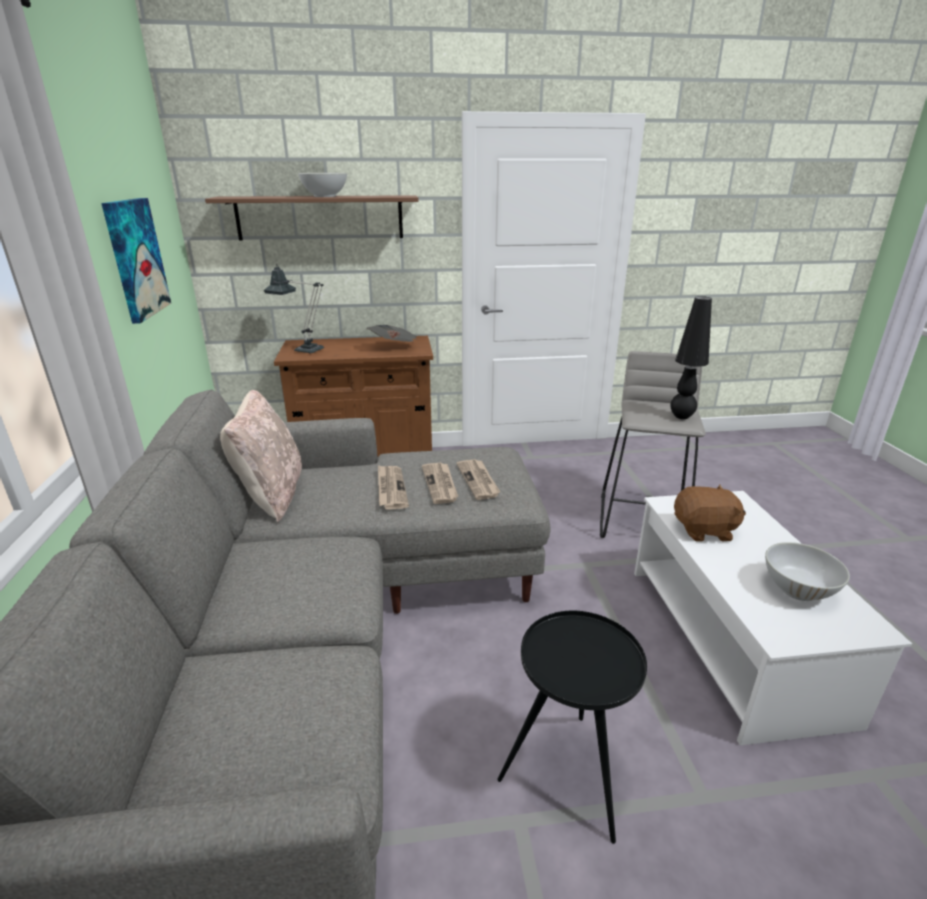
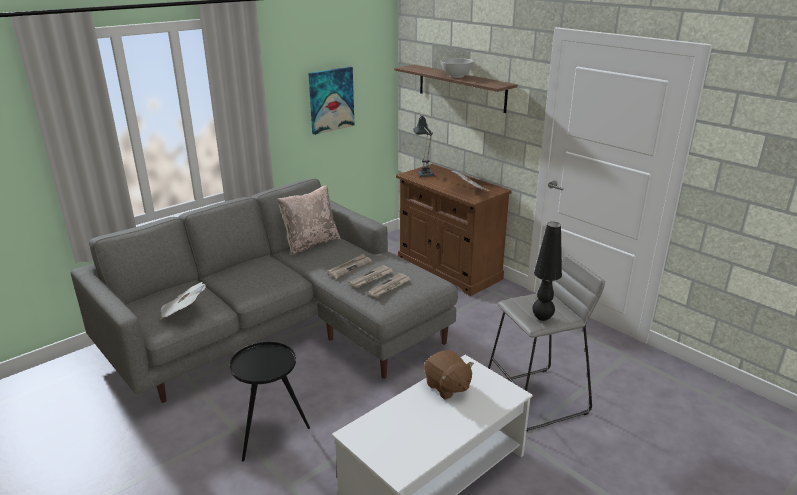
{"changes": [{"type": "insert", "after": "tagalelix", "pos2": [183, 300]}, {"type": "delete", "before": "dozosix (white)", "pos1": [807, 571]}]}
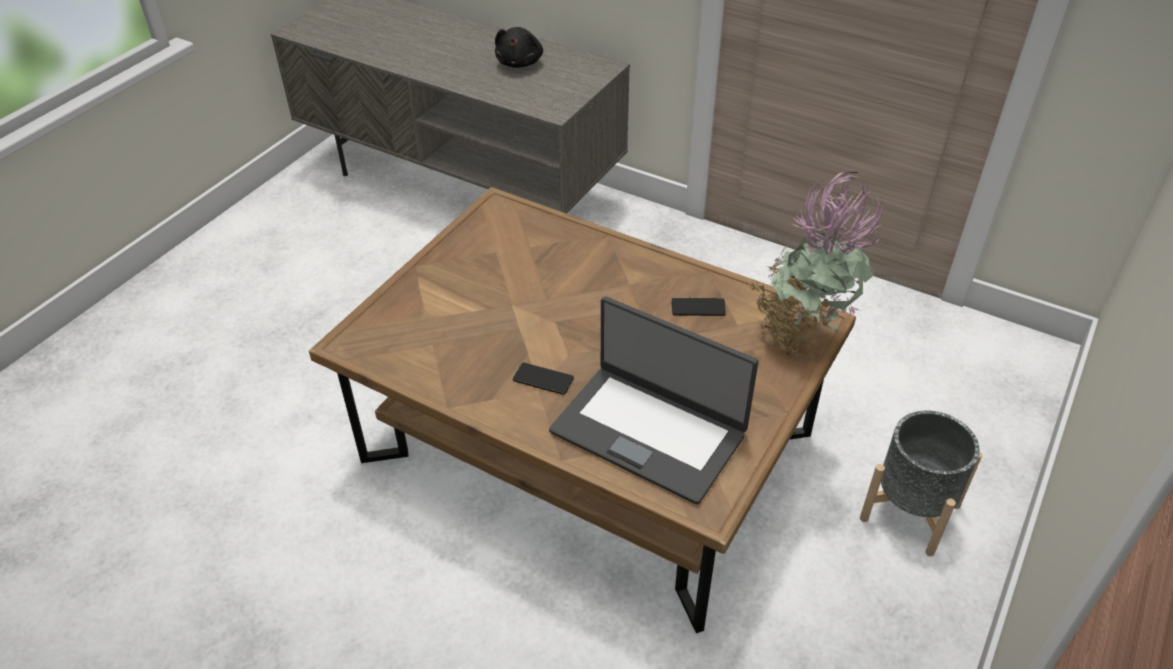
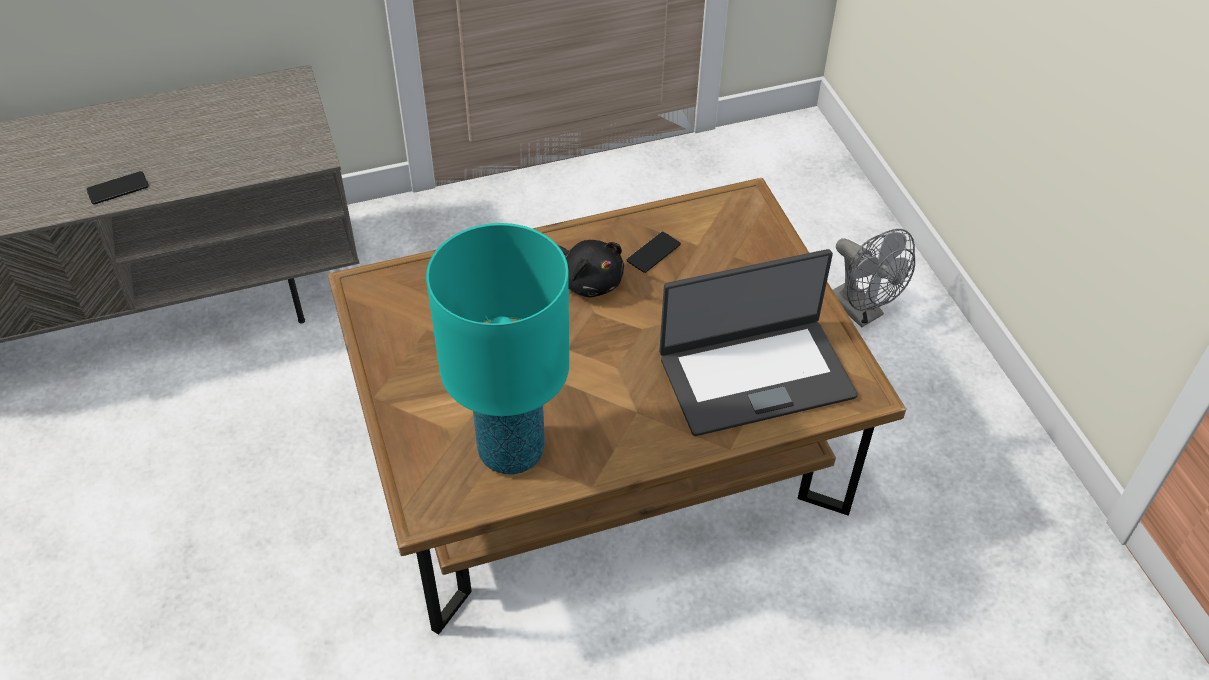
{"changes": [{"type": "move", "before": "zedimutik", "pos1": [543, 379], "pos2": [117, 187]}, {"type": "insert", "after": "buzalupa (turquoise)", "pos2": [497, 348]}, {"type": "move", "before": "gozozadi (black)", "pos1": [519, 47], "pos2": [591, 268]}, {"type": "replace", "before": "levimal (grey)", "after": "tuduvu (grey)", "pos1": [921, 483], "pos2": [874, 278]}, {"type": "delete", "before": "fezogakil", "pos1": [815, 264]}]}
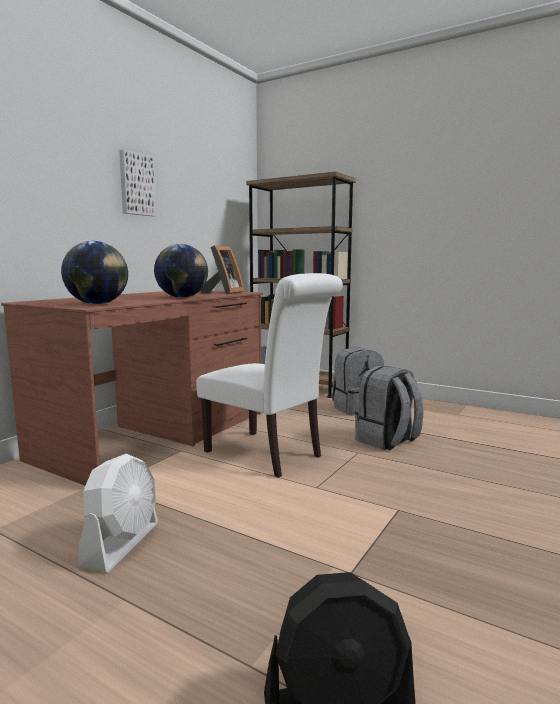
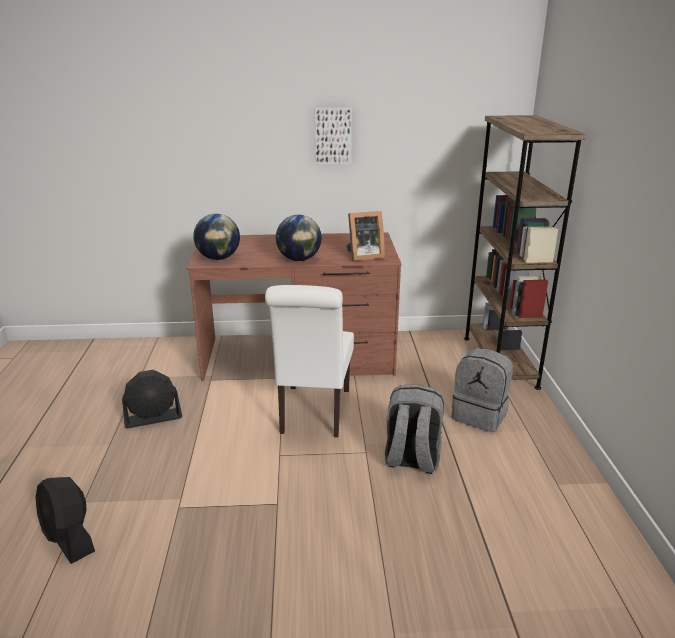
{"changes": [{"type": "recolor", "before": "tuduvu (white)", "after": "tuduvu (black)", "pos1": [118, 513], "pos2": [152, 399]}]}
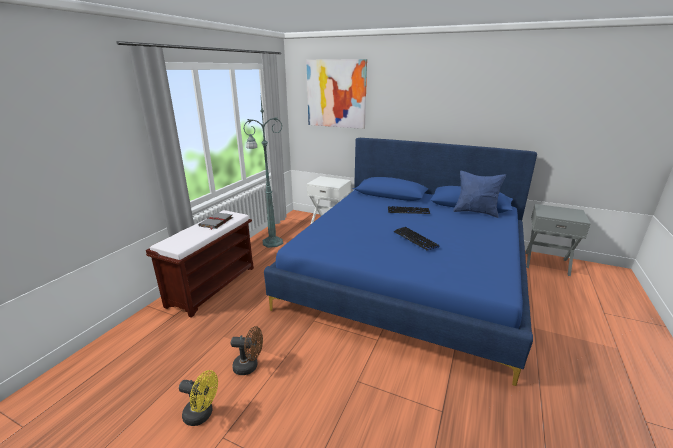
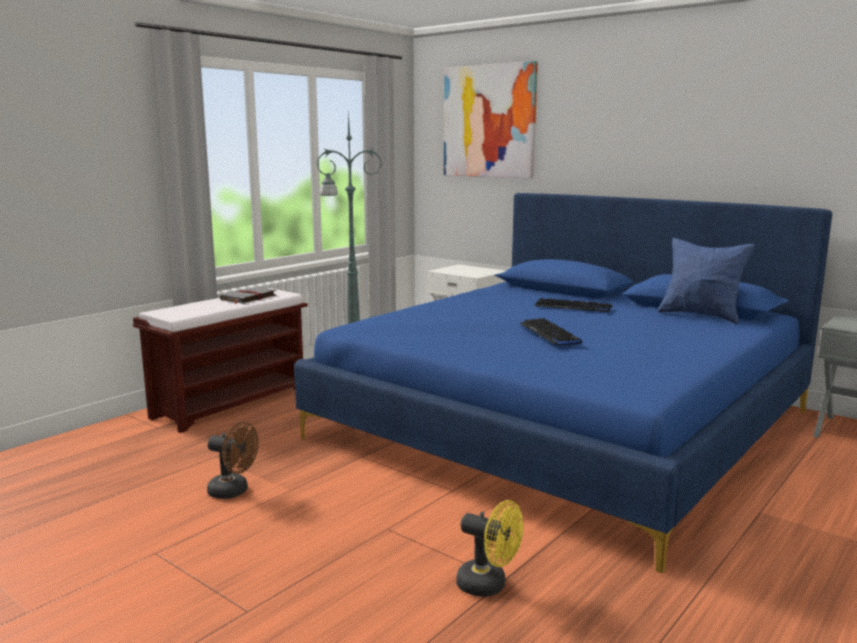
{"changes": [{"type": "move", "before": "tuduvu (yellow)", "pos1": [198, 398], "pos2": [489, 548]}]}
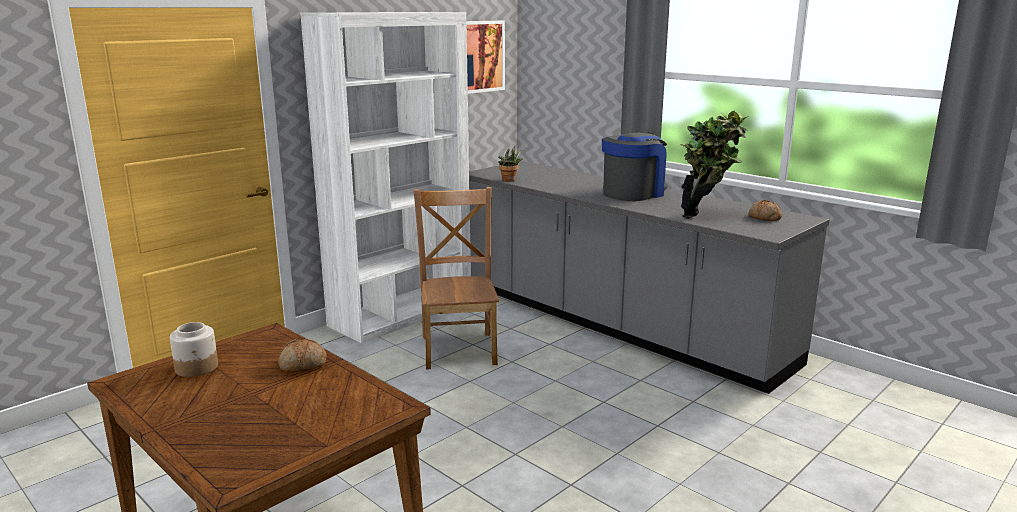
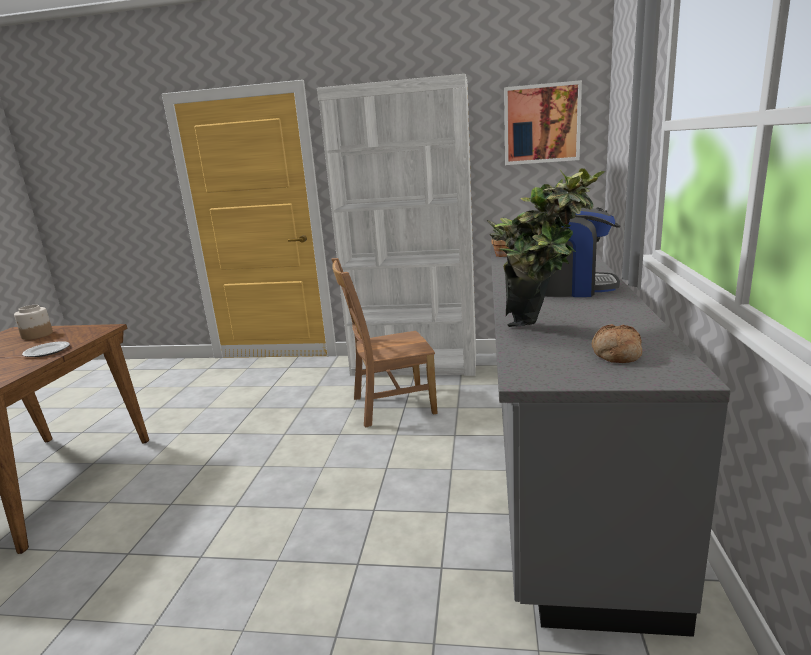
{"changes": [{"type": "replace", "before": "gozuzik", "after": "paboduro", "pos1": [302, 355], "pos2": [46, 349]}, {"type": "rotate", "before": "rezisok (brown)", "pos1": [456, 278], "pos2": [384, 343], "turn": -150}]}
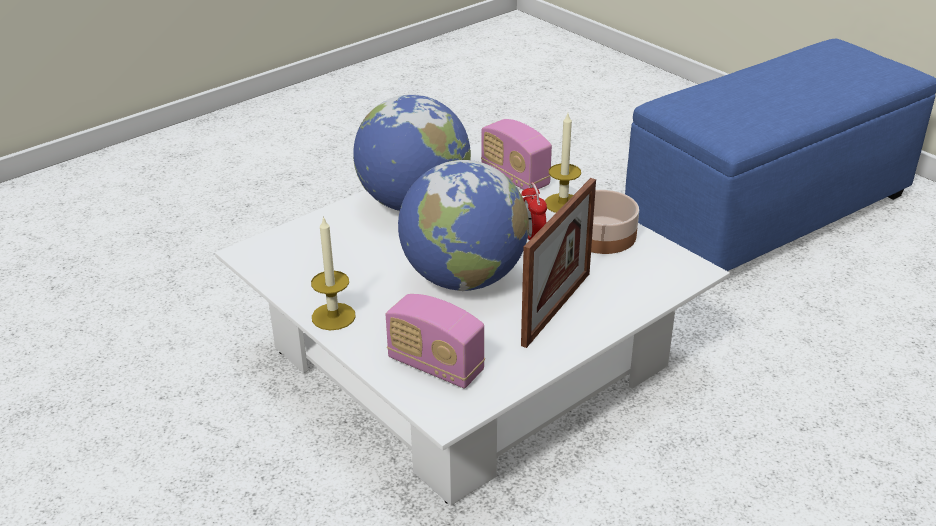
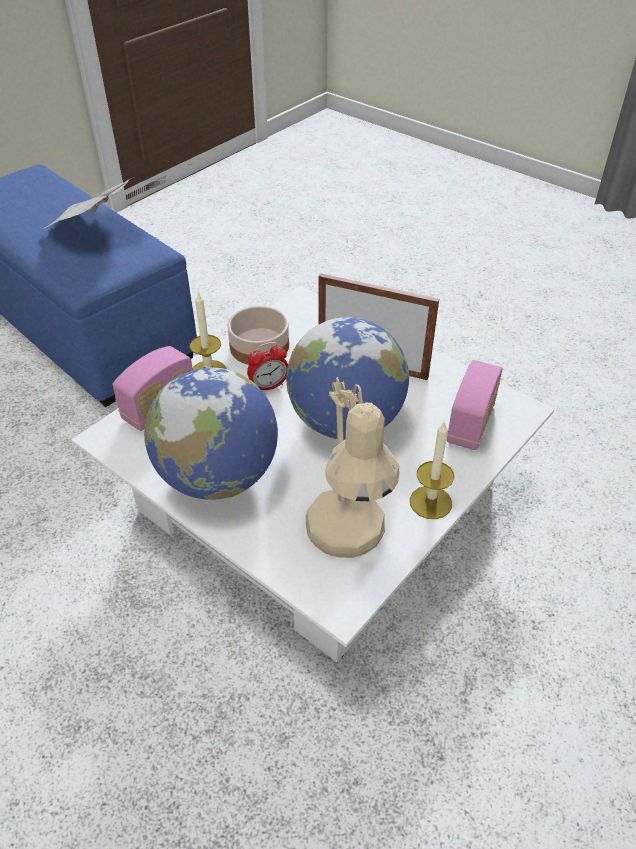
{"changes": [{"type": "insert", "after": "tagalelix", "pos2": [88, 203]}, {"type": "insert", "after": "buzalupa (beige)", "pos2": [352, 467]}]}
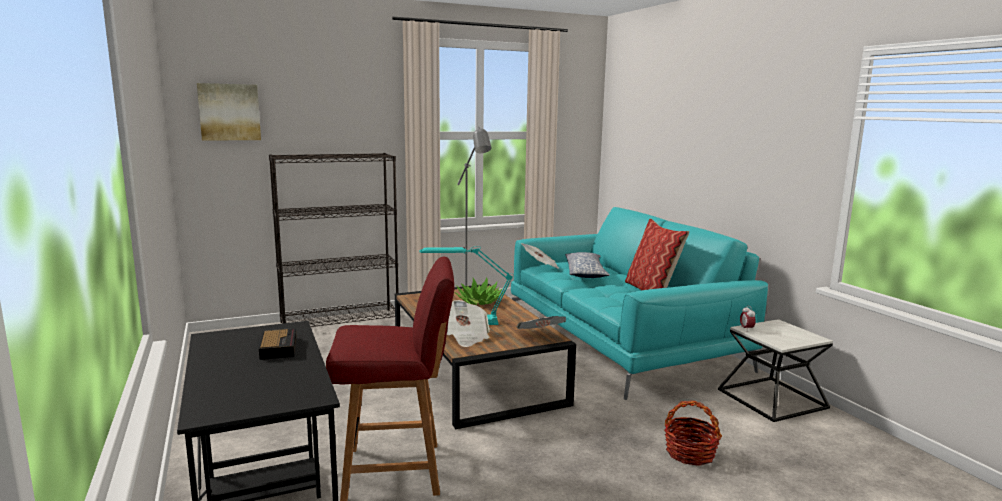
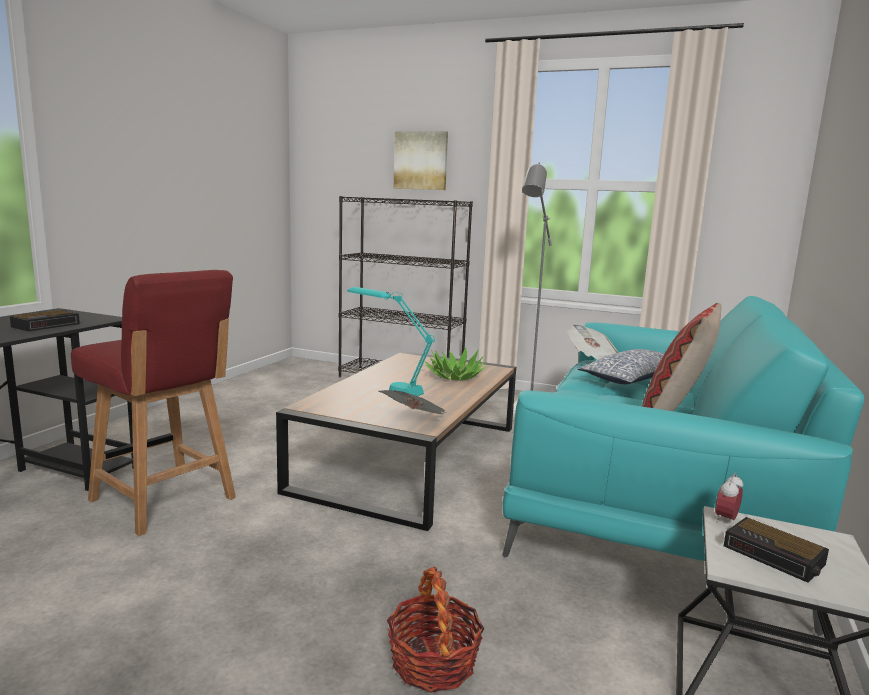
{"changes": [{"type": "move", "before": "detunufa", "pos1": [229, 112], "pos2": [421, 160]}, {"type": "insert", "after": "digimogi", "pos2": [776, 550]}, {"type": "delete", "before": "tagalelix", "pos1": [468, 323]}]}
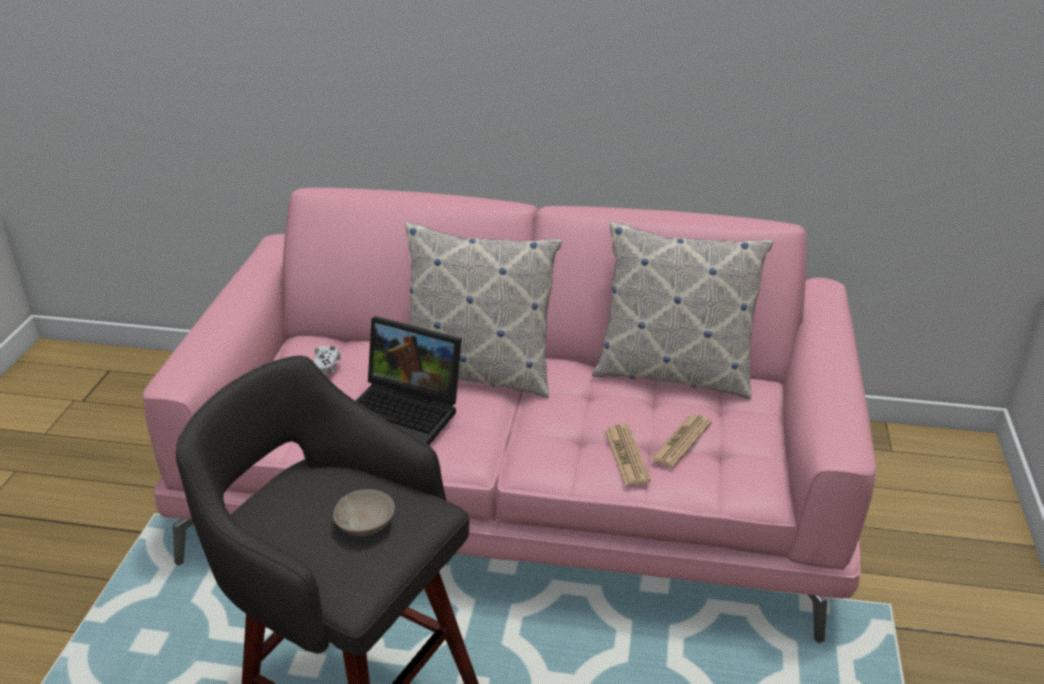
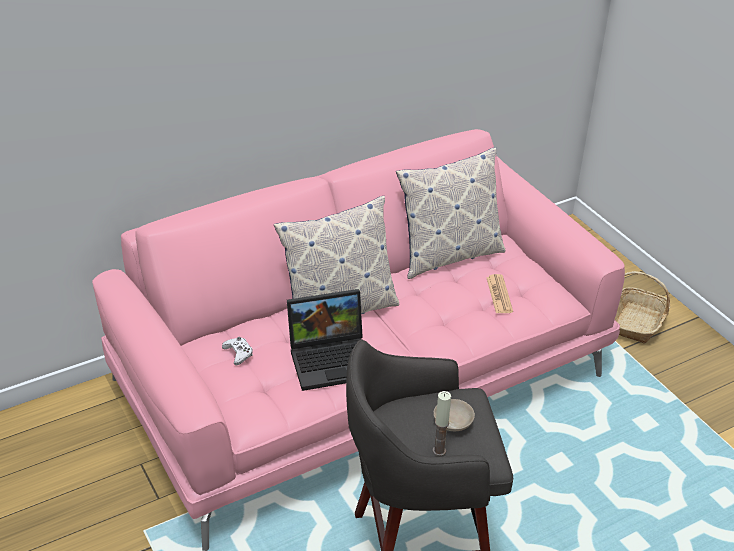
{"changes": [{"type": "insert", "after": "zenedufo", "pos2": [442, 423]}, {"type": "insert", "after": "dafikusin", "pos2": [642, 307]}, {"type": "delete", "before": "tagalelix", "pos1": [627, 454]}]}
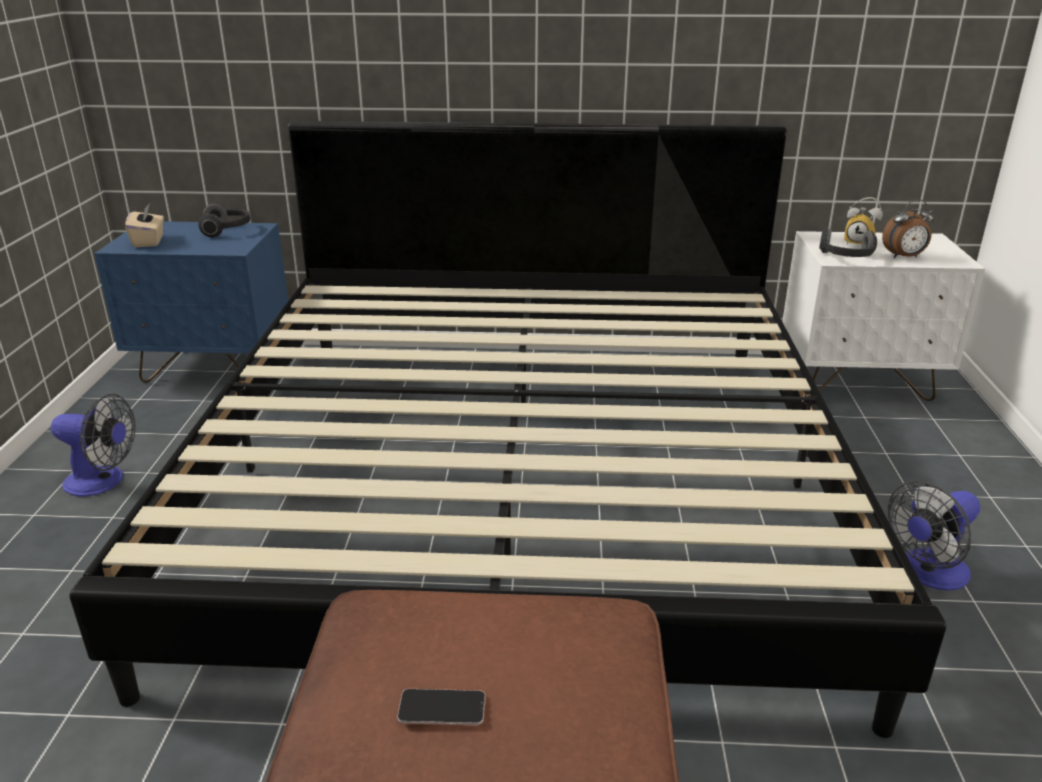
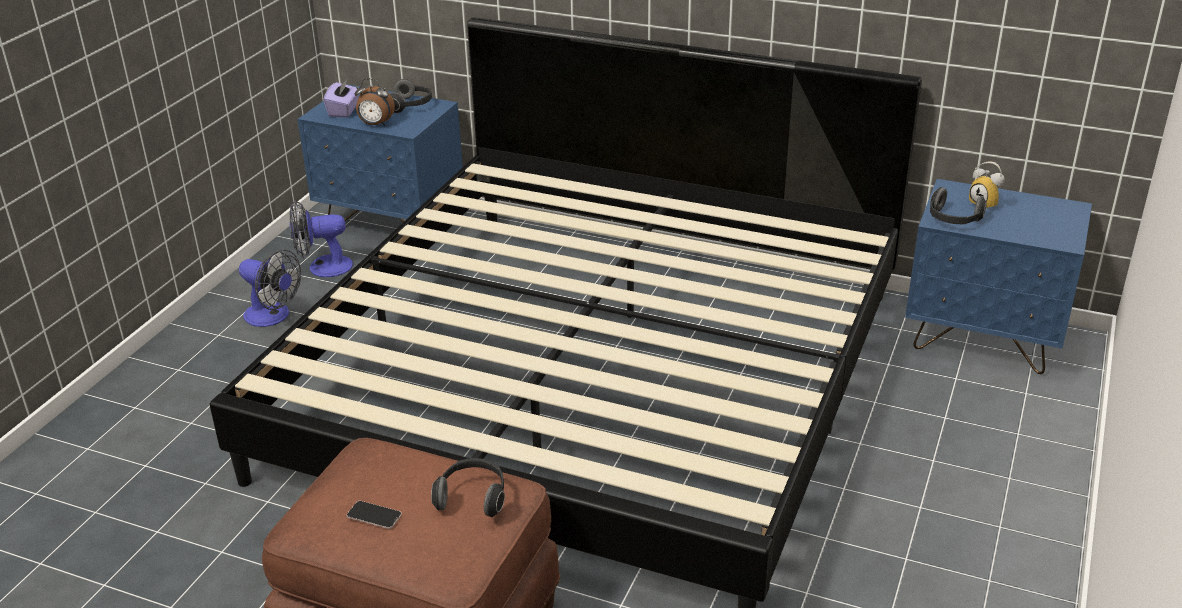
{"changes": [{"type": "move", "before": "tuduvu", "pos1": [934, 535], "pos2": [321, 239]}, {"type": "recolor", "before": "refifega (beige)", "after": "refifega (purple)", "pos1": [144, 225], "pos2": [340, 98]}, {"type": "move", "before": "digimogi", "pos1": [908, 229], "pos2": [375, 102]}, {"type": "insert", "after": "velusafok", "pos2": [468, 487]}, {"type": "recolor", "before": "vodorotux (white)", "after": "vodorotux (blue)", "pos1": [883, 316], "pos2": [998, 276]}]}
